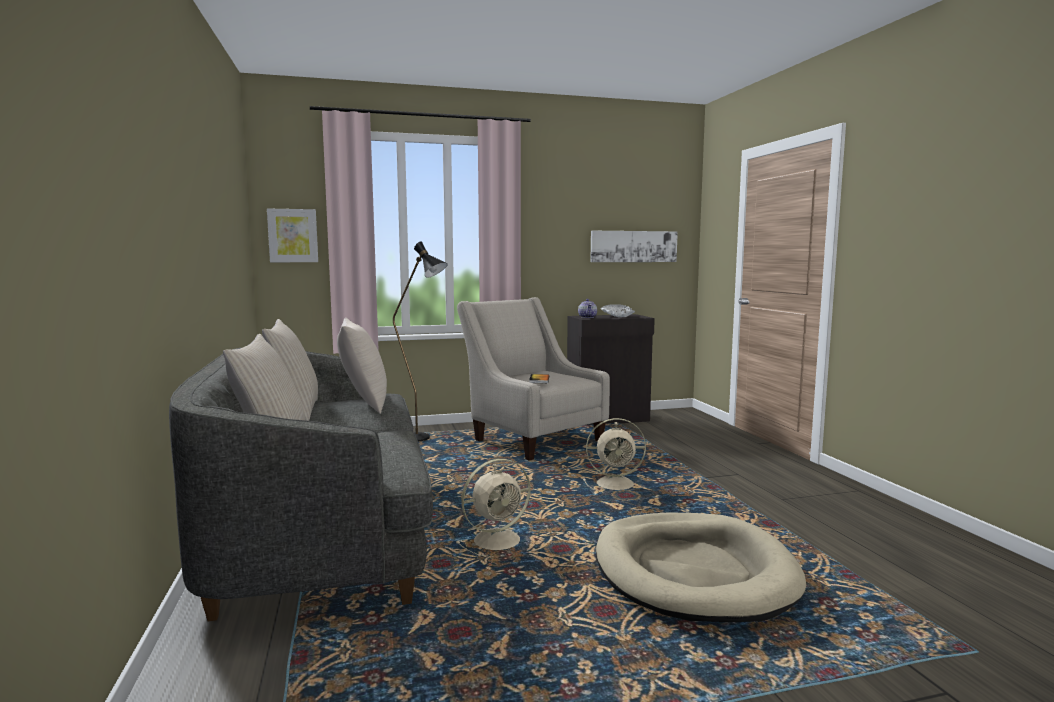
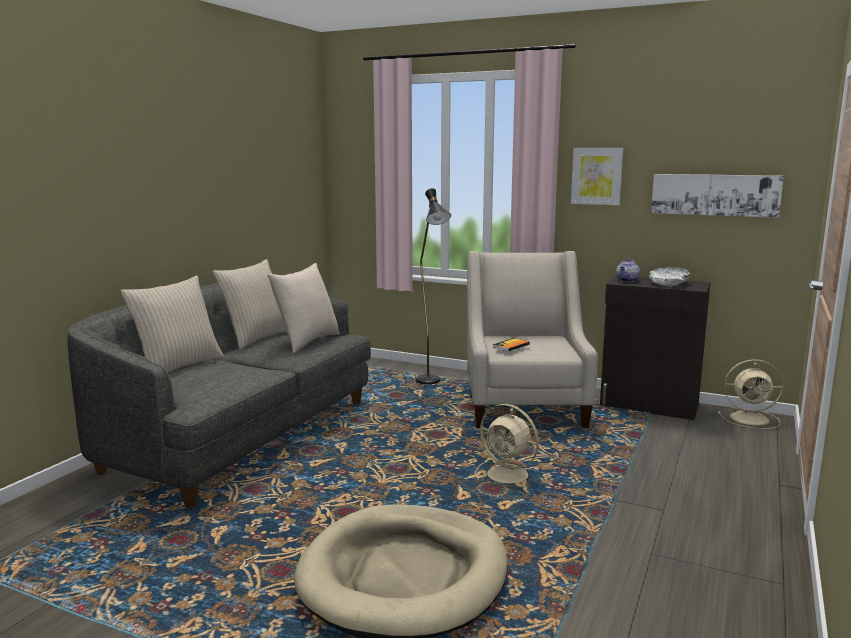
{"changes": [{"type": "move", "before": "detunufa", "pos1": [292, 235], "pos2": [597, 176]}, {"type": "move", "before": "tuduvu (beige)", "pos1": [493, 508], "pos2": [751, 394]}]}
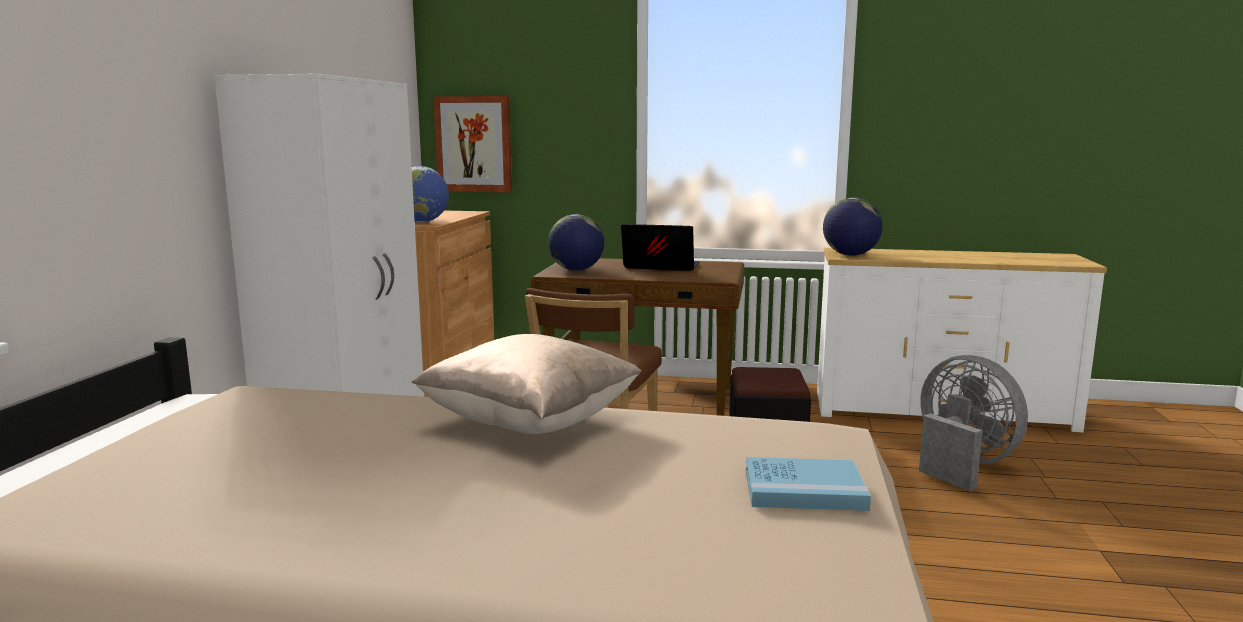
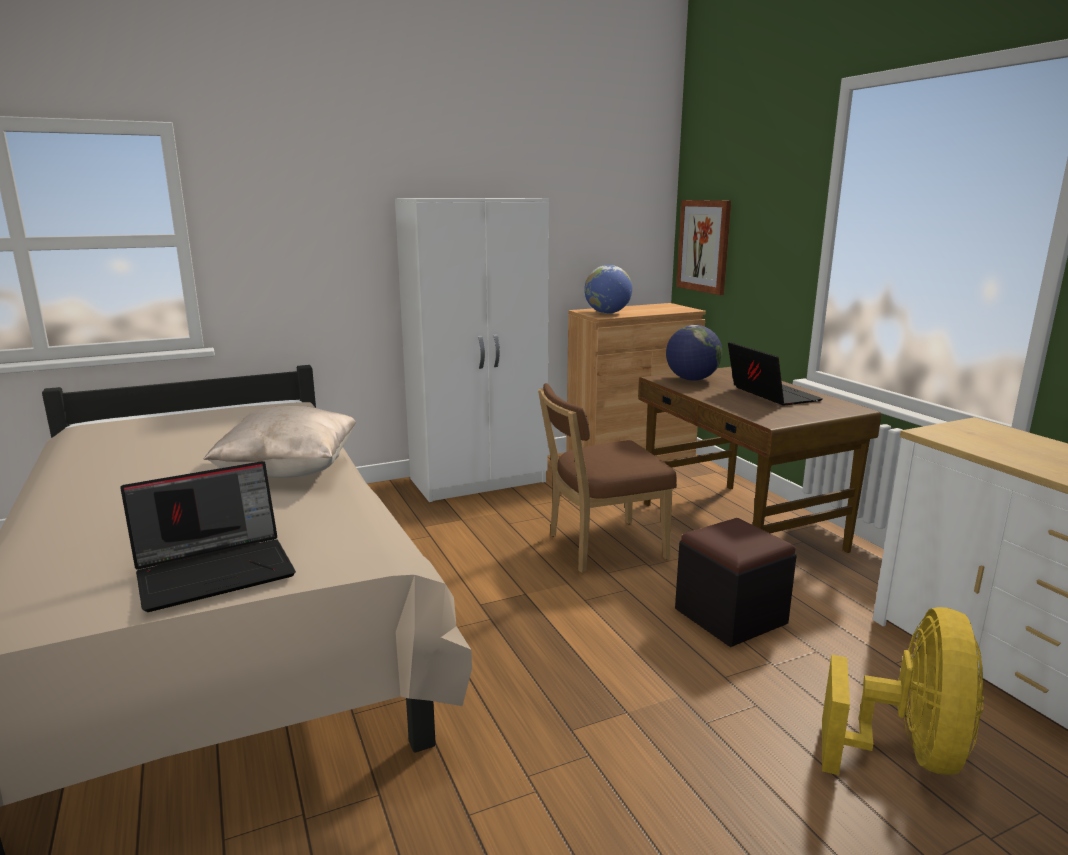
{"changes": [{"type": "replace", "before": "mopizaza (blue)", "after": "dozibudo", "pos1": [808, 484], "pos2": [208, 536]}, {"type": "recolor", "before": "tuduvu (grey)", "after": "tuduvu (yellow)", "pos1": [973, 423], "pos2": [903, 691]}, {"type": "delete", "before": "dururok", "pos1": [853, 227]}]}
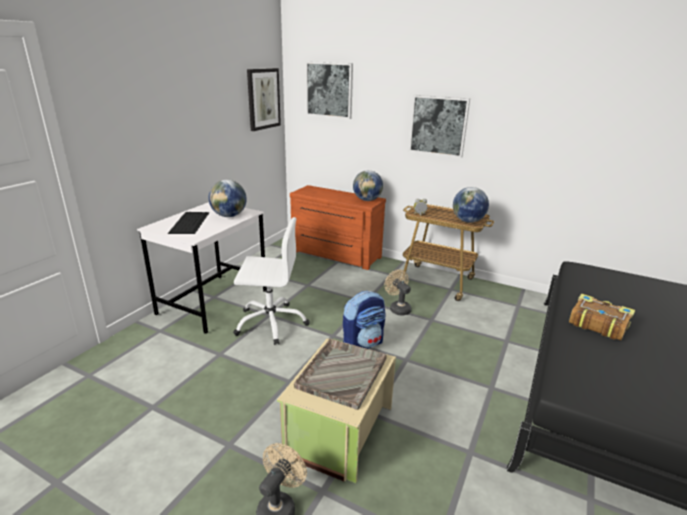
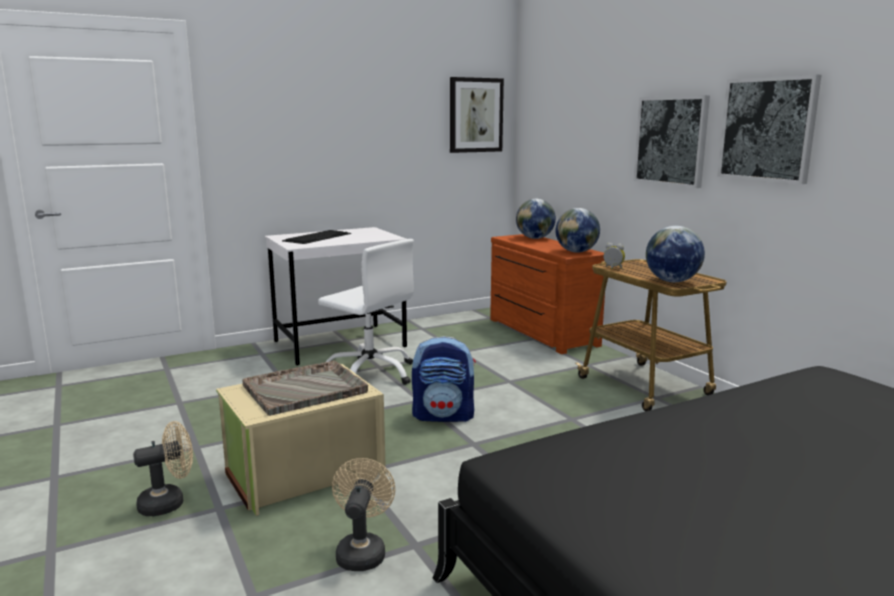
{"changes": [{"type": "move", "before": "tuduvu (beige)", "pos1": [398, 293], "pos2": [363, 514]}, {"type": "move", "before": "dururok", "pos1": [228, 198], "pos2": [536, 219]}, {"type": "move", "before": "detunufa", "pos1": [329, 90], "pos2": [769, 129]}, {"type": "delete", "before": "mopizaza", "pos1": [602, 317]}]}
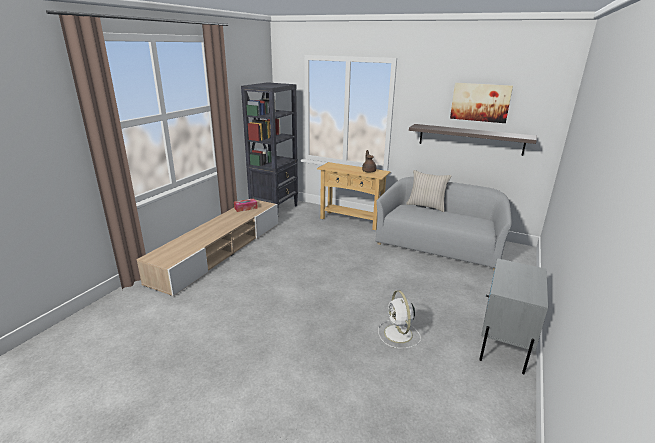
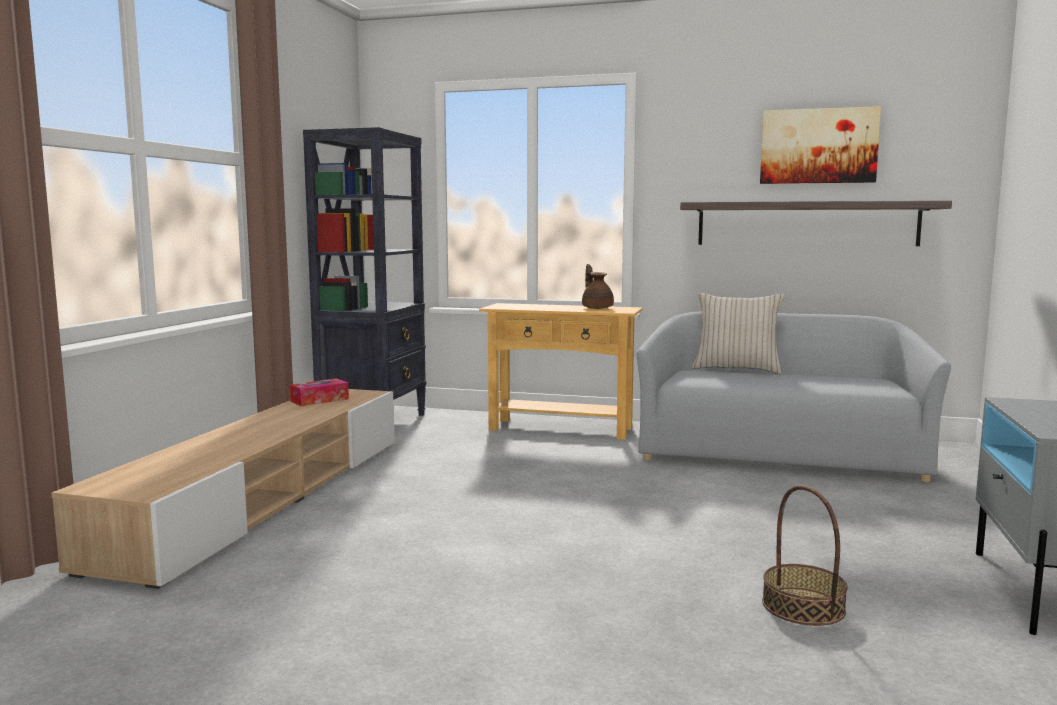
{"changes": [{"type": "replace", "before": "tuduvu (white)", "after": "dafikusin", "pos1": [399, 319], "pos2": [805, 555]}]}
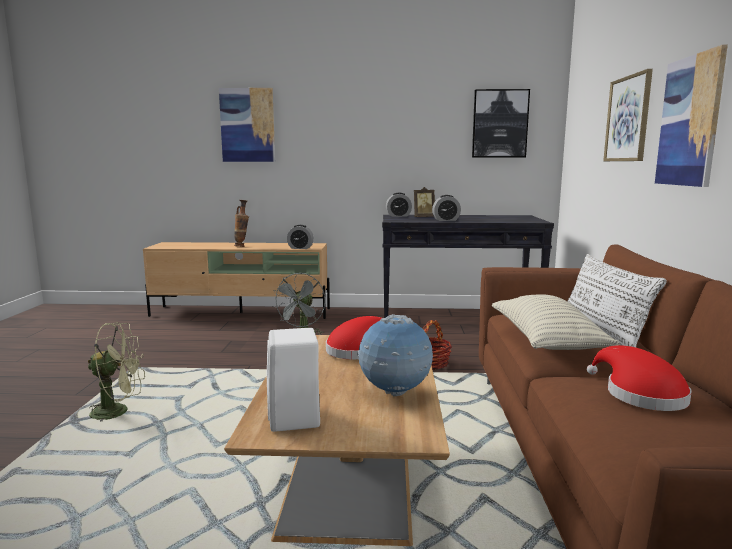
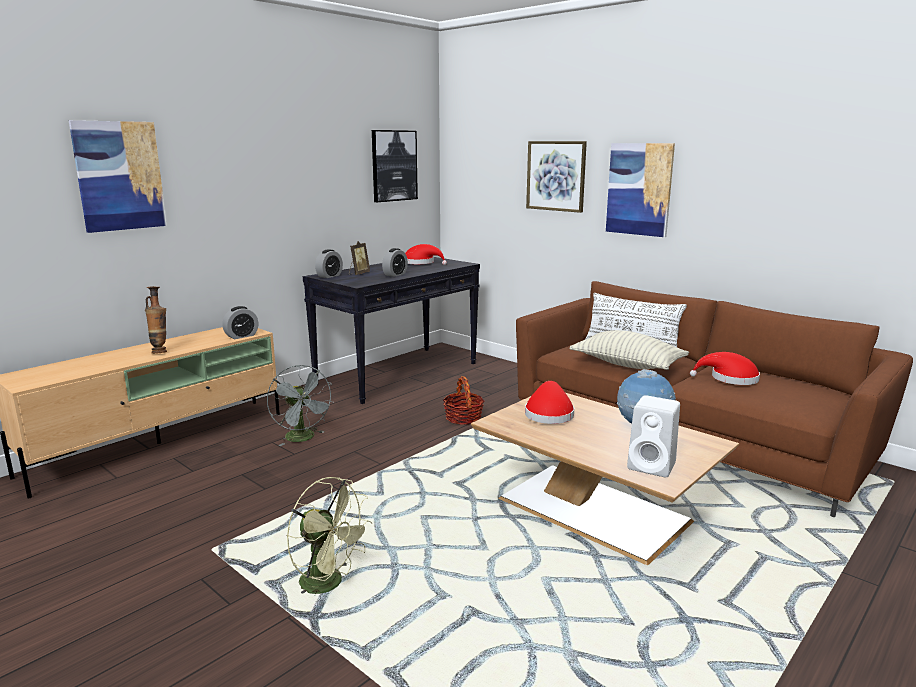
{"changes": [{"type": "rotate", "before": "tuduvu (green)", "pos1": [116, 371], "pos2": [329, 535], "turn": 90}, {"type": "insert", "after": "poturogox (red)", "pos2": [426, 254]}]}
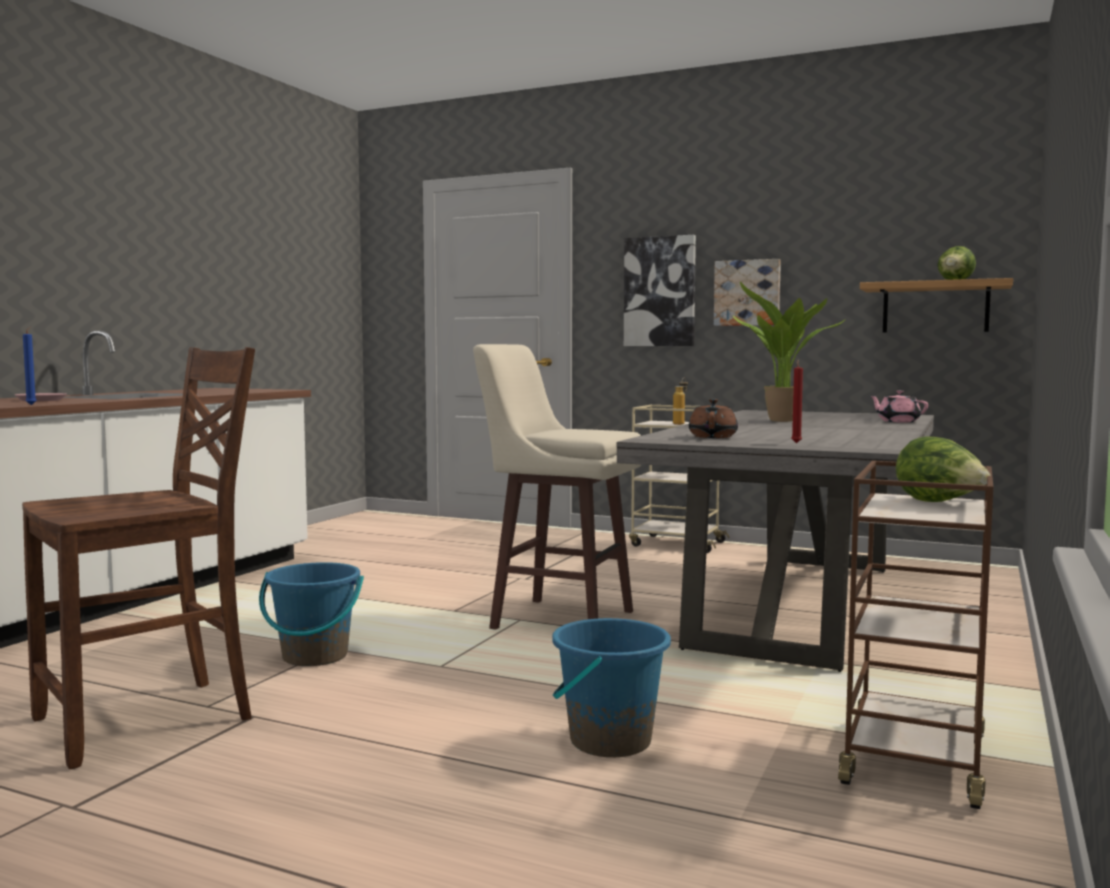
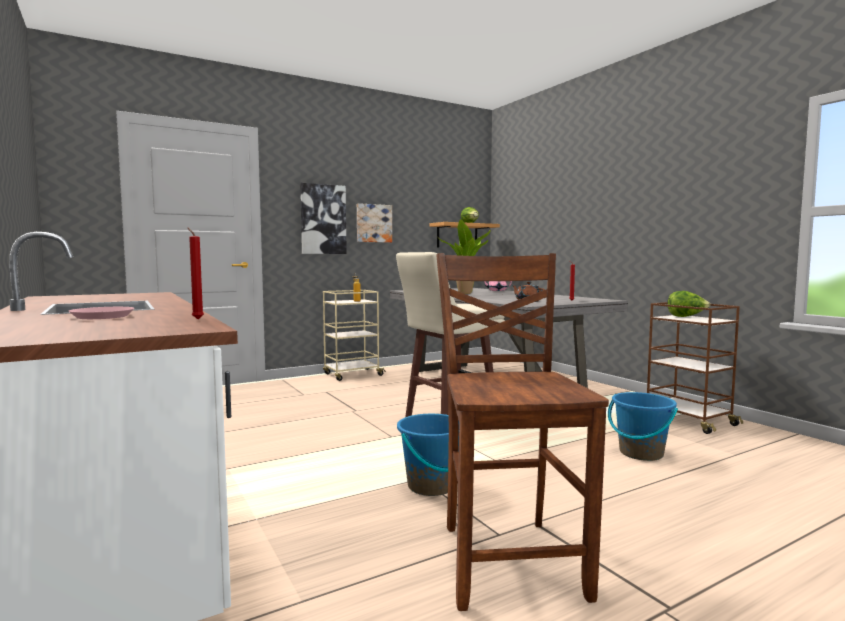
{"changes": [{"type": "recolor", "before": "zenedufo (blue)", "after": "zenedufo (red)", "pos1": [30, 366], "pos2": [196, 273]}]}
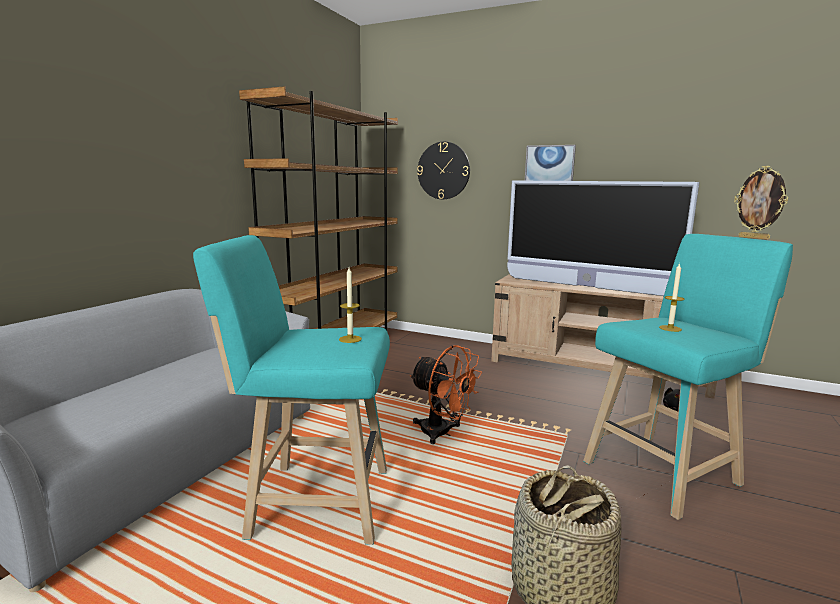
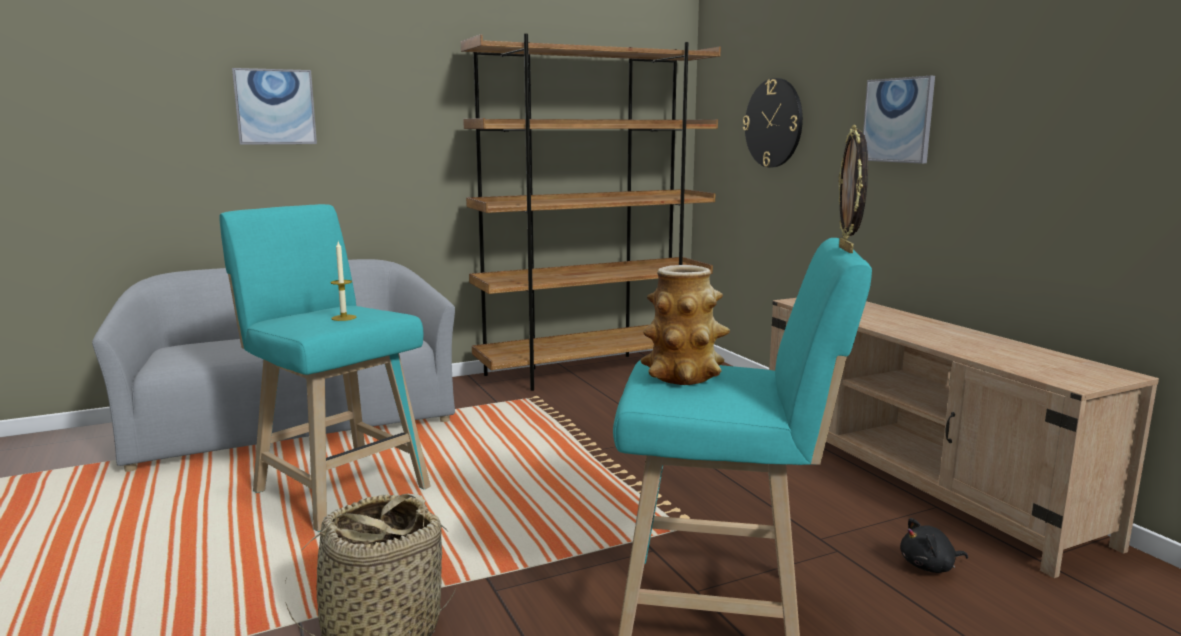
{"changes": [{"type": "insert", "after": "detunufa", "pos2": [274, 106]}, {"type": "replace", "before": "zenedufo", "after": "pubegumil", "pos1": [672, 297], "pos2": [685, 325]}, {"type": "delete", "before": "tuduvu (orange)", "pos1": [446, 394]}, {"type": "delete", "before": "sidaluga", "pos1": [603, 238]}]}
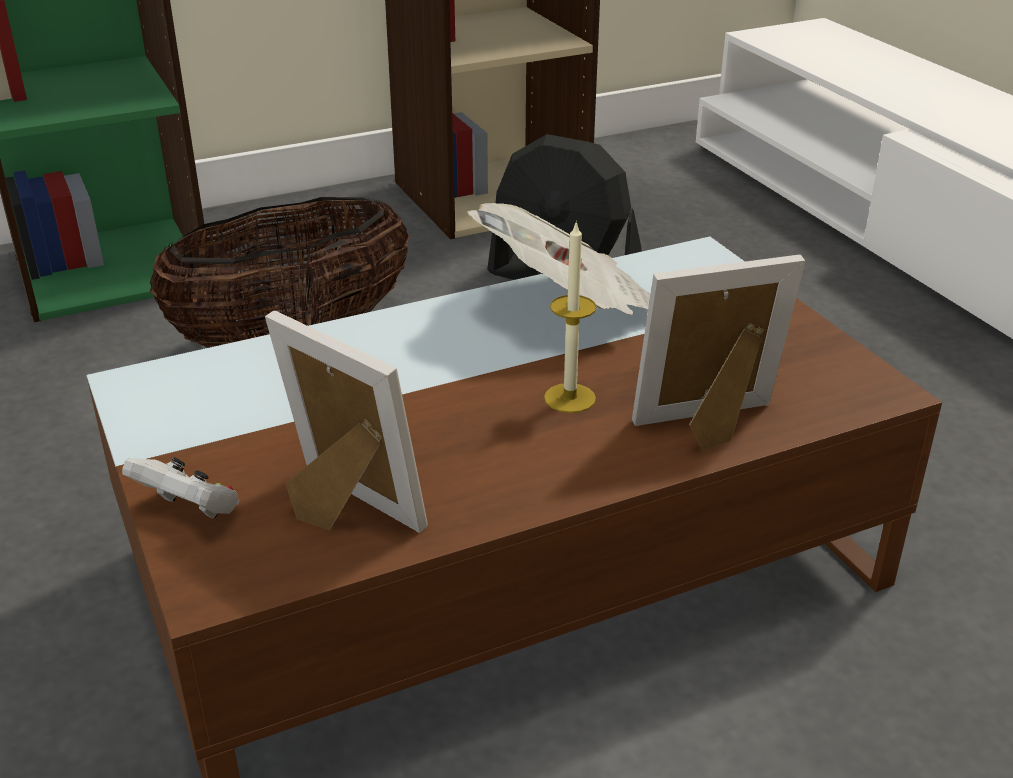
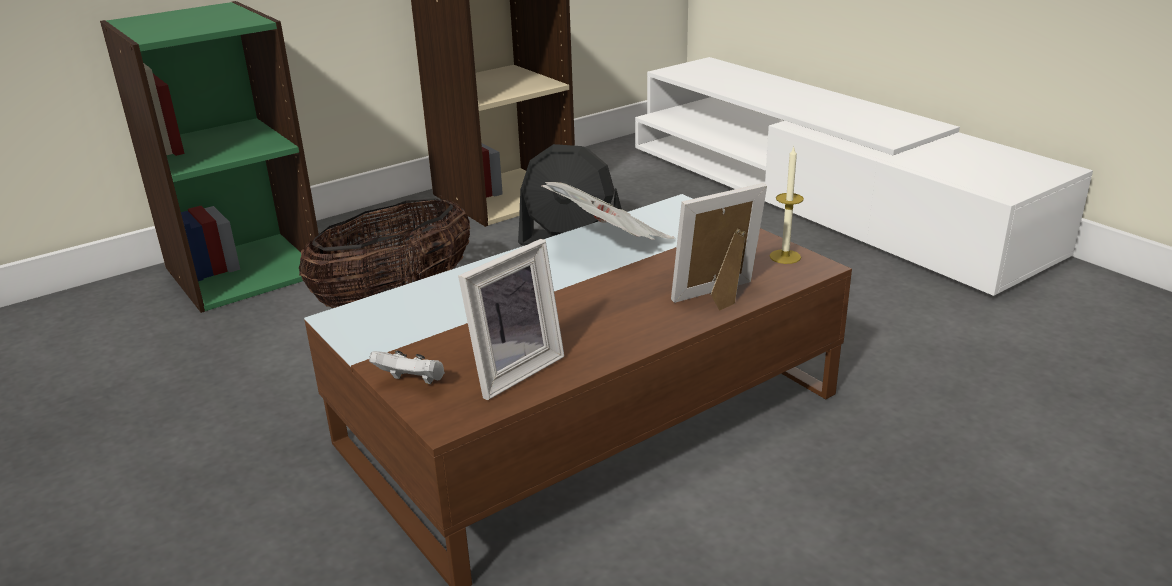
{"changes": [{"type": "rotate", "before": "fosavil", "pos1": [346, 422], "pos2": [511, 319], "turn": 105}, {"type": "move", "before": "zenedufo", "pos1": [570, 316], "pos2": [786, 205]}]}
